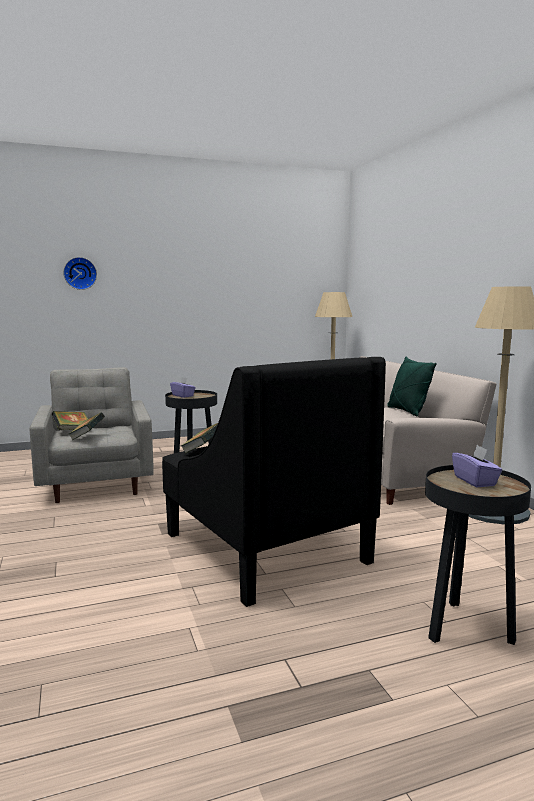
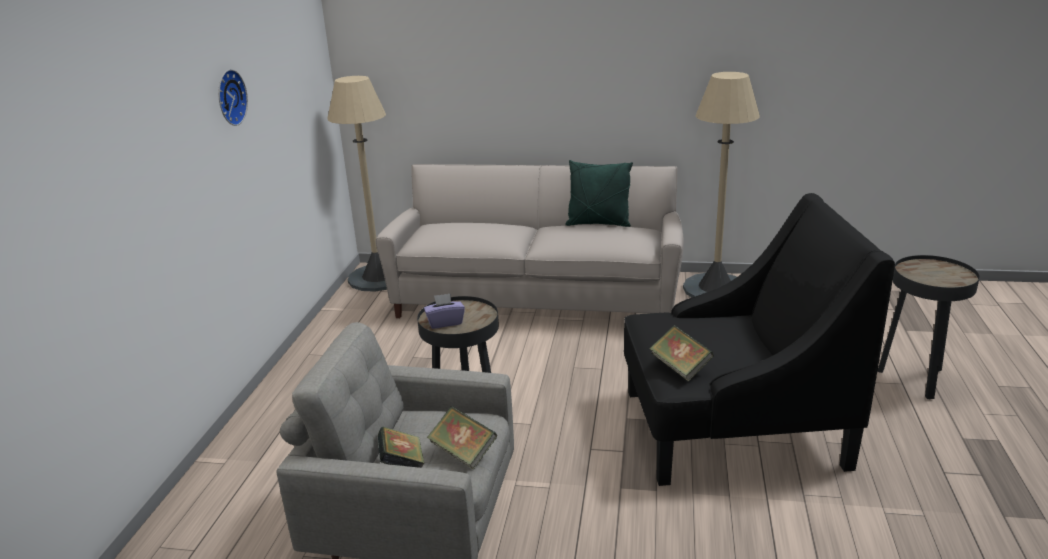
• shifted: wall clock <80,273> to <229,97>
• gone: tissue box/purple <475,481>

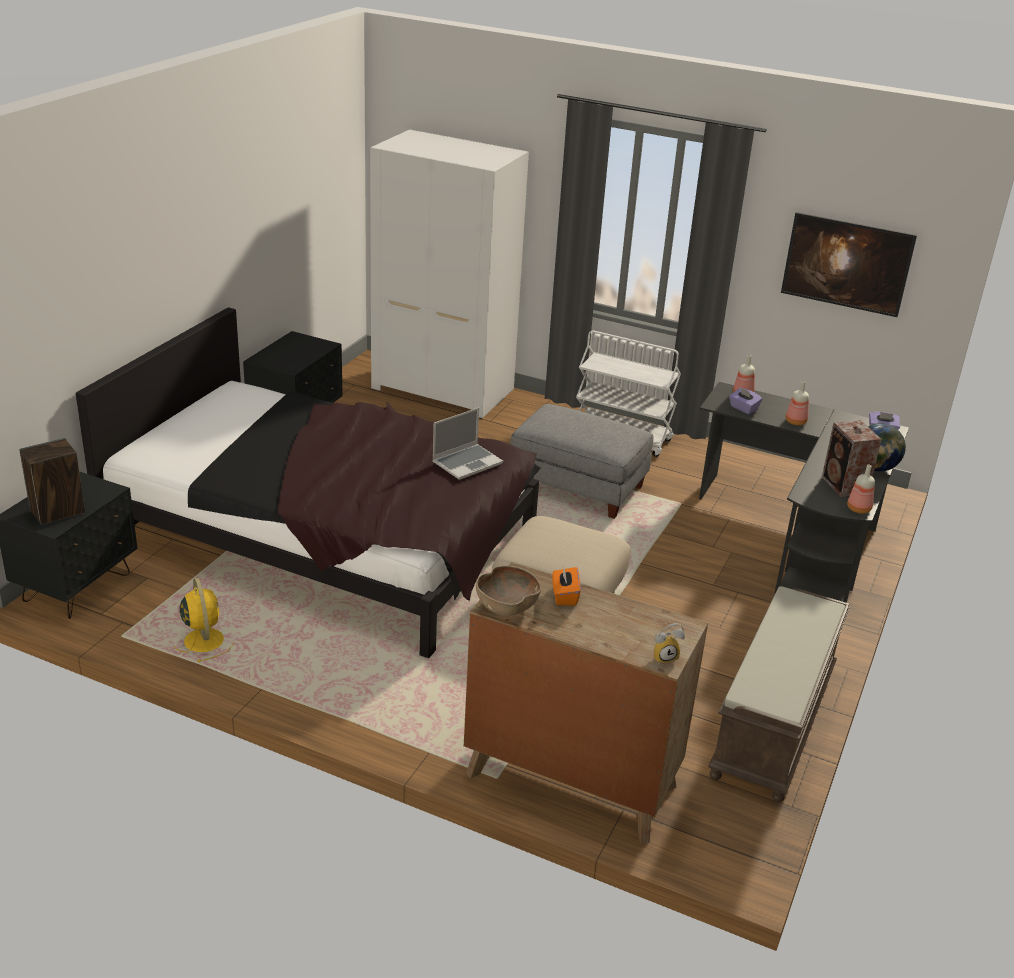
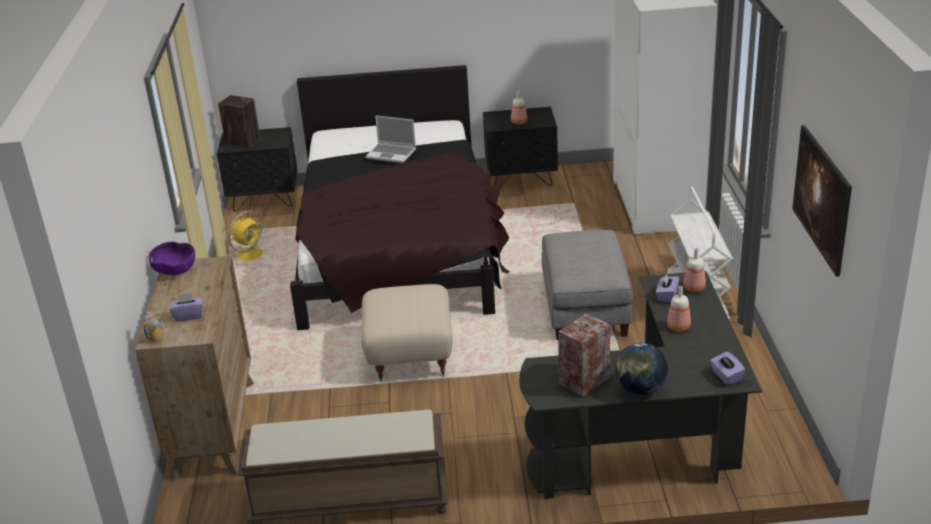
• repainted: bowl/brown <506,607> to bowl/purple <175,270>
• new: tissue box/purple <188,316>
• shifted: laptop <467,462> to <392,154>
• shifted: bottle <859,509> to <518,122>
• gone: tissue box/orange <564,596>

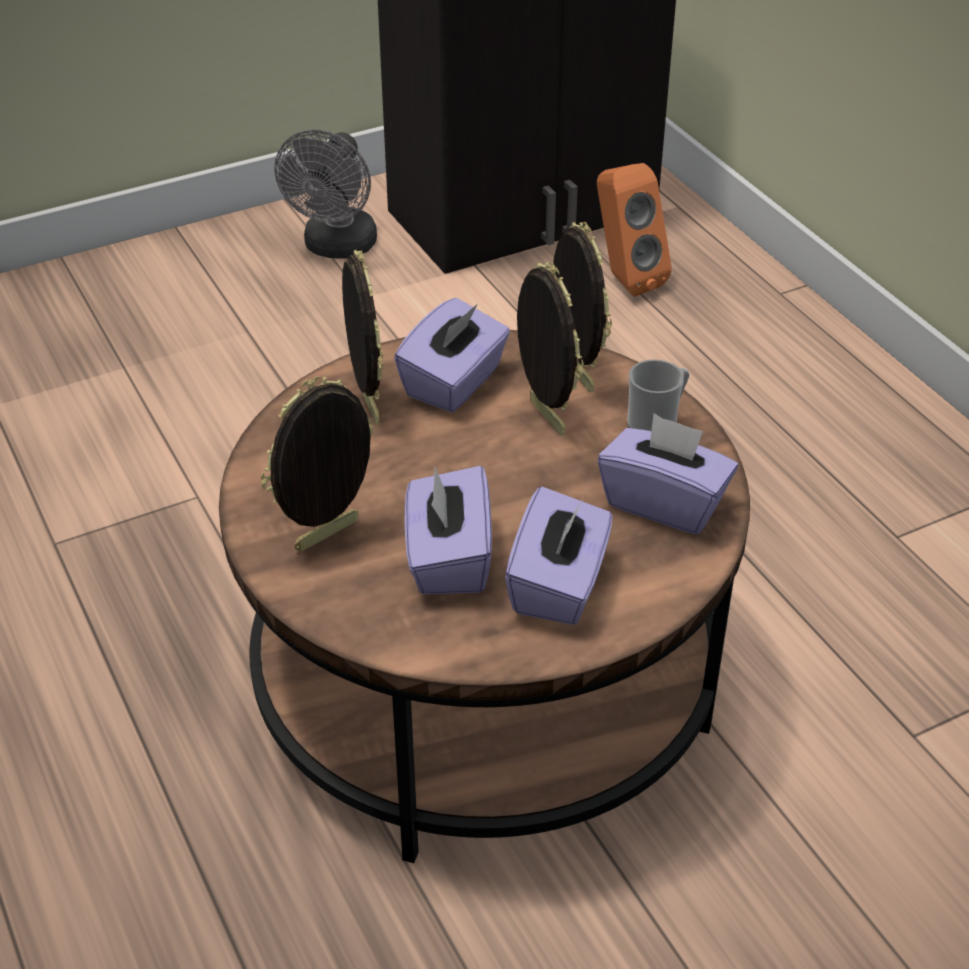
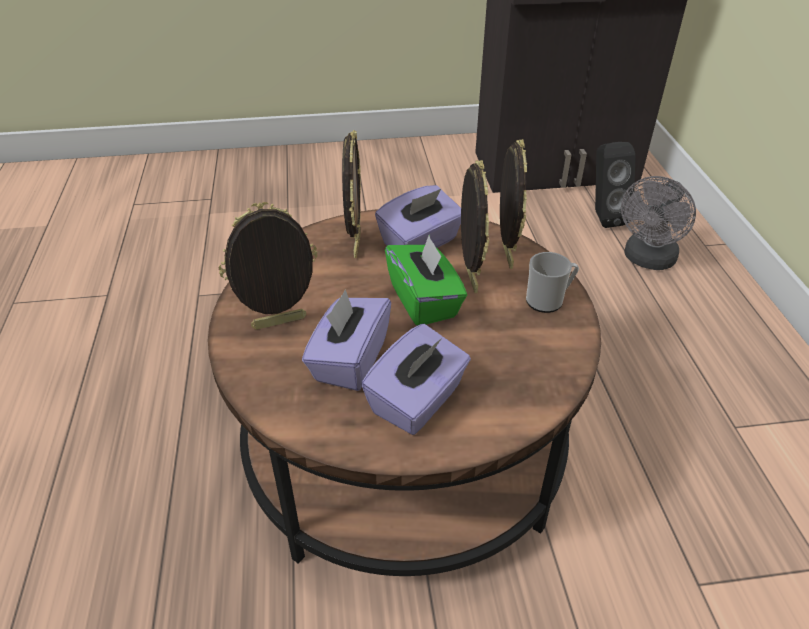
• new: tissue box/green <424,301>
• repainted: speaker/orange <624,279> to speaker/black <603,217>
• shifted: fan/grey <337,248> to <647,260>
• gone: tissue box/purple <664,503>

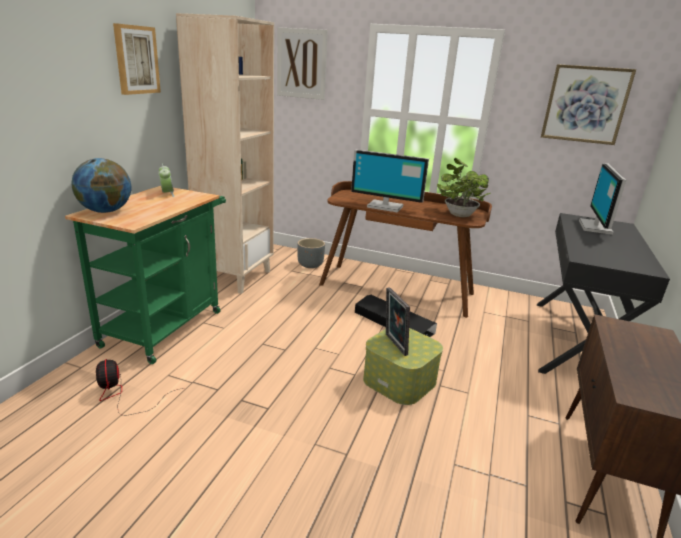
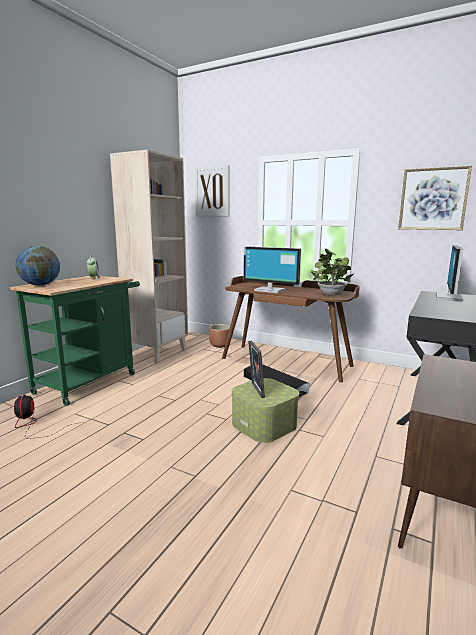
• repainted: planter/grey <310,265> to planter/brown <220,345>
• gone: picture <136,60>

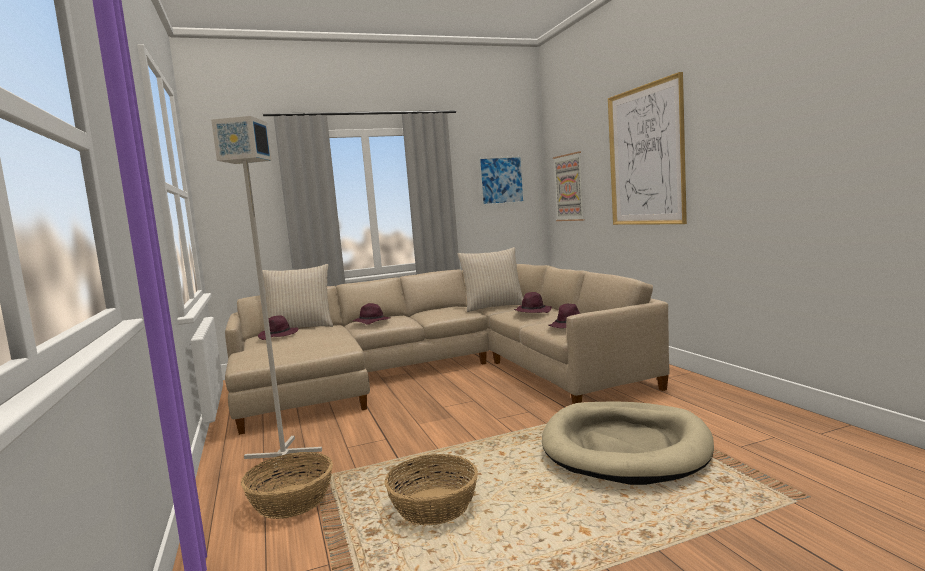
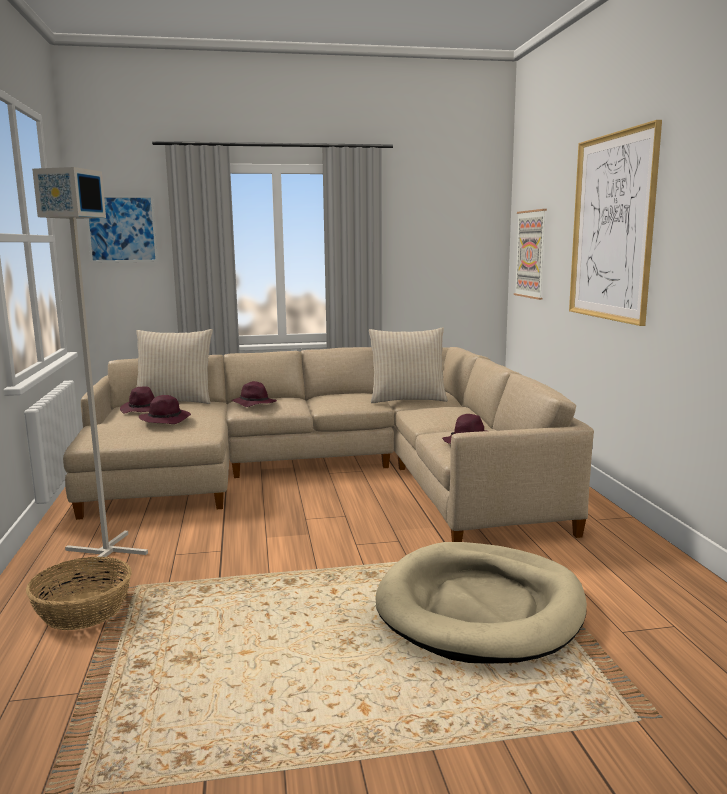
• shifted: picture <501,180> to <121,229>
• shifted: hat/purple <532,311> to <166,419>
• gone: basket <434,506>

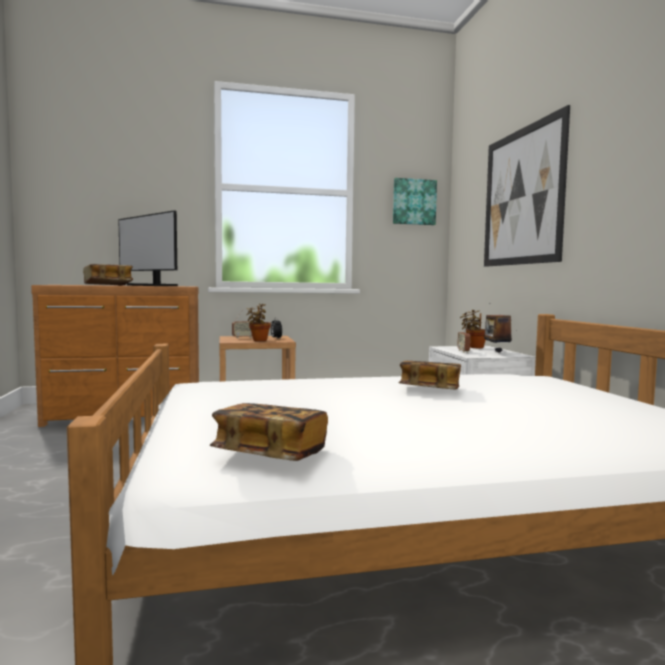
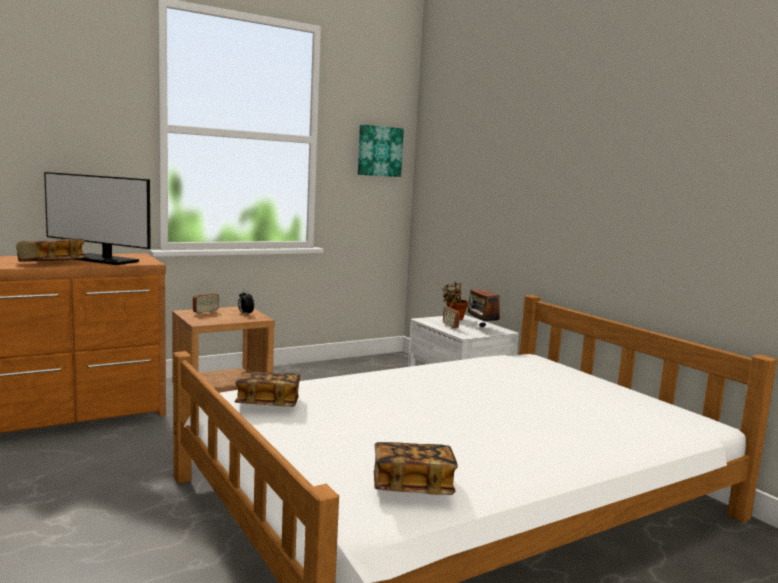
• shifted: book <429,390> to <268,404>
• gone: potted plant <259,340>
• gone: picture <522,197>

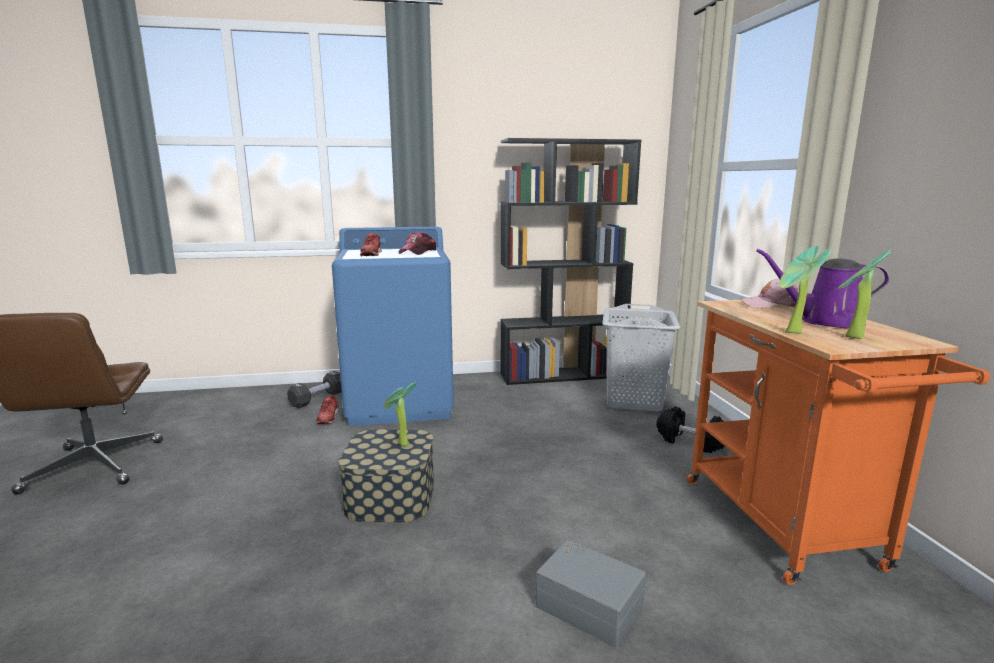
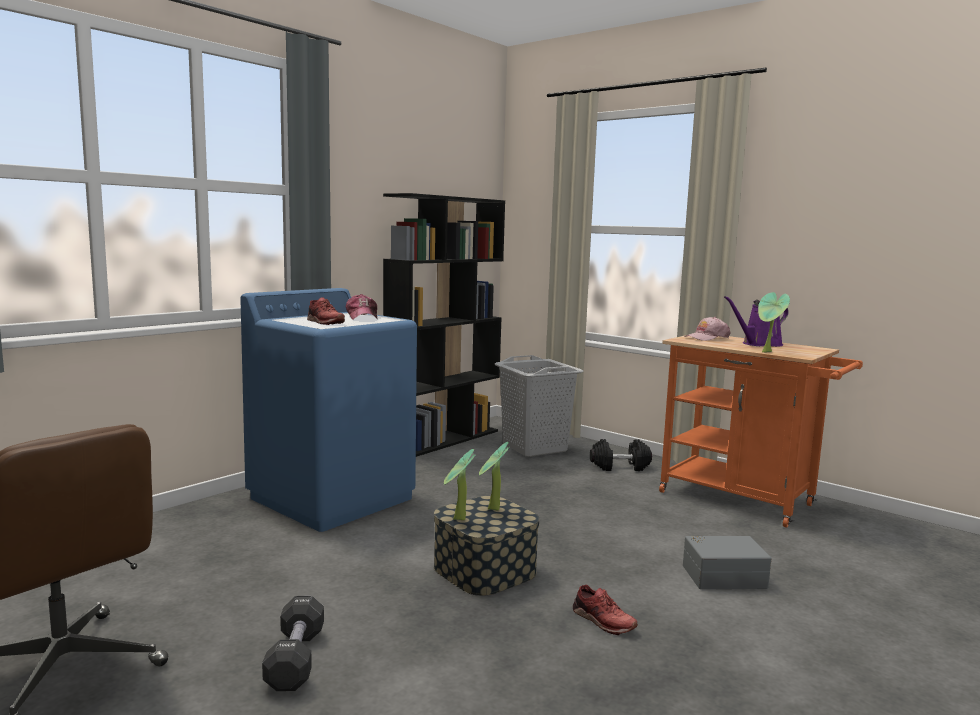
• shifted: dumbbell/black <318,399> to <295,659>
• shifted: potted plant <851,338> to <458,520>
• shifted: shoe/red <328,417> to <602,621>

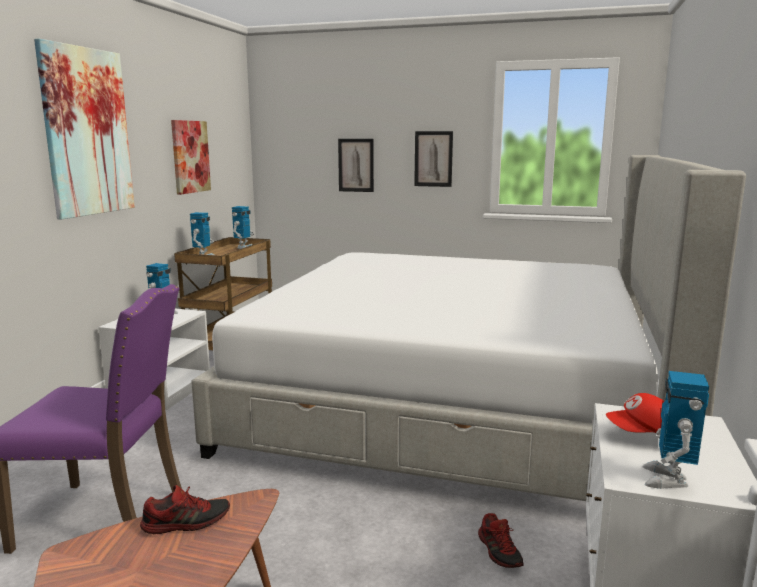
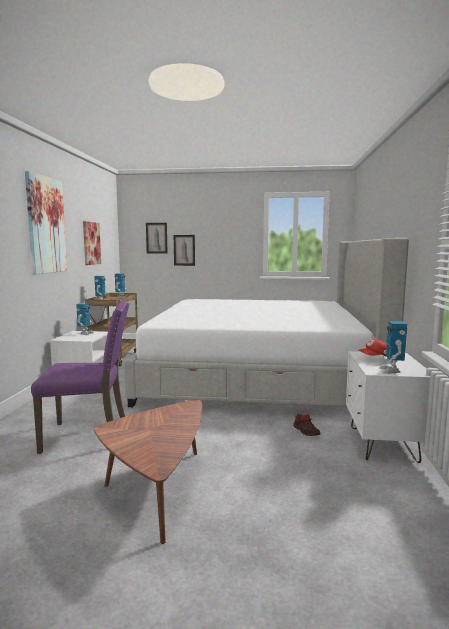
• shifted: picture <433,159> to <156,238>
• gone: shoe <186,522>

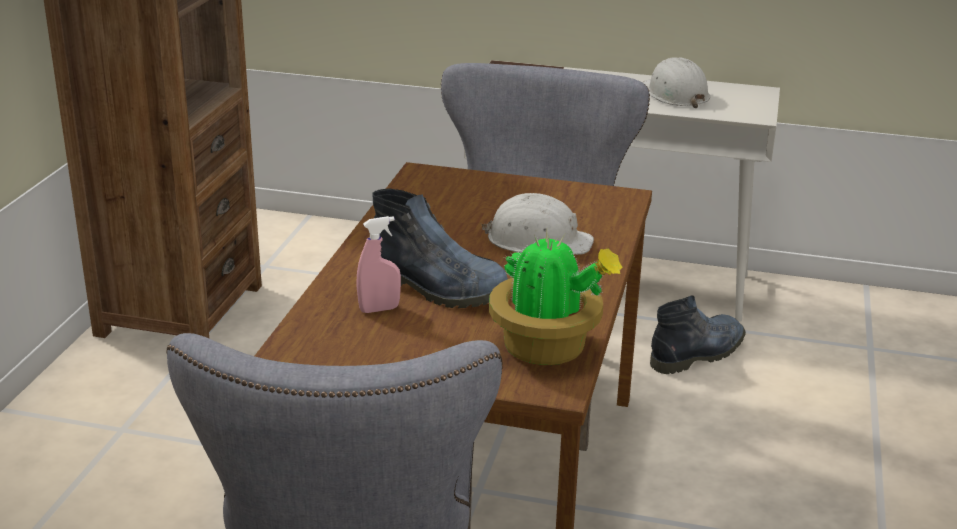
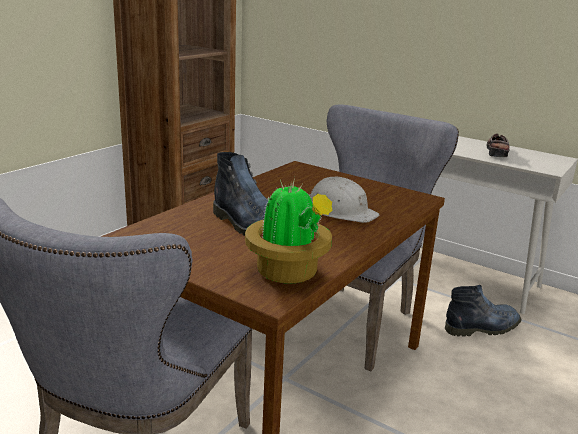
• swapped: hard hat/white <675,94> to shoe <498,152>
• gone: spray bottle/pink <379,309>

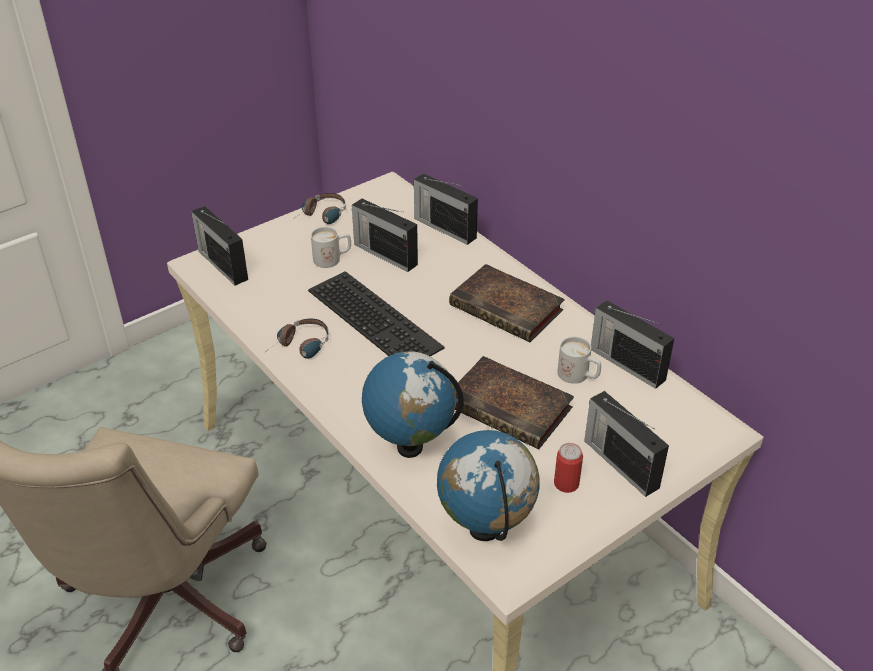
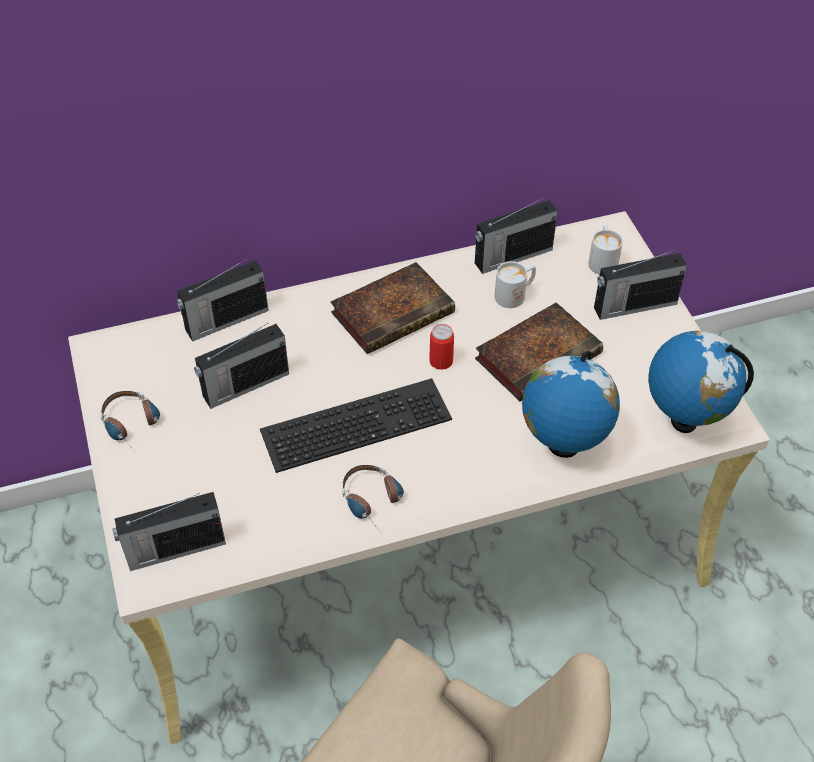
• shifted: can <566,484> to <441,361>
• shifted: mug/white <332,259> to <602,260>

